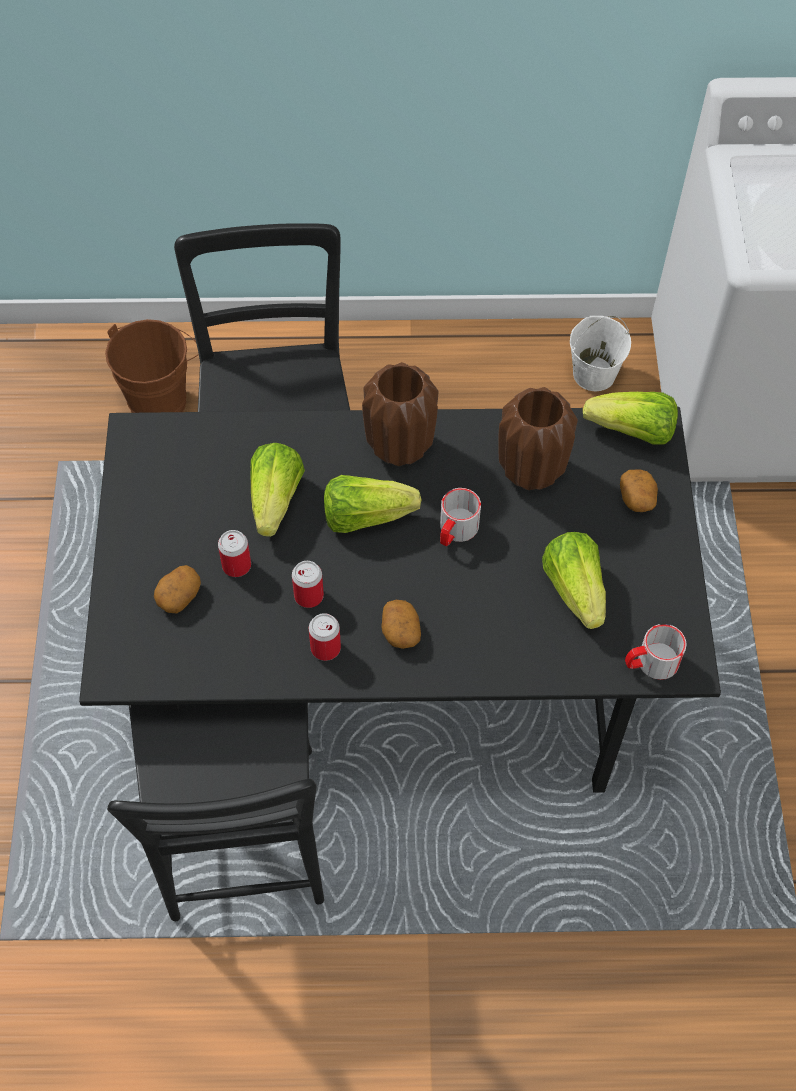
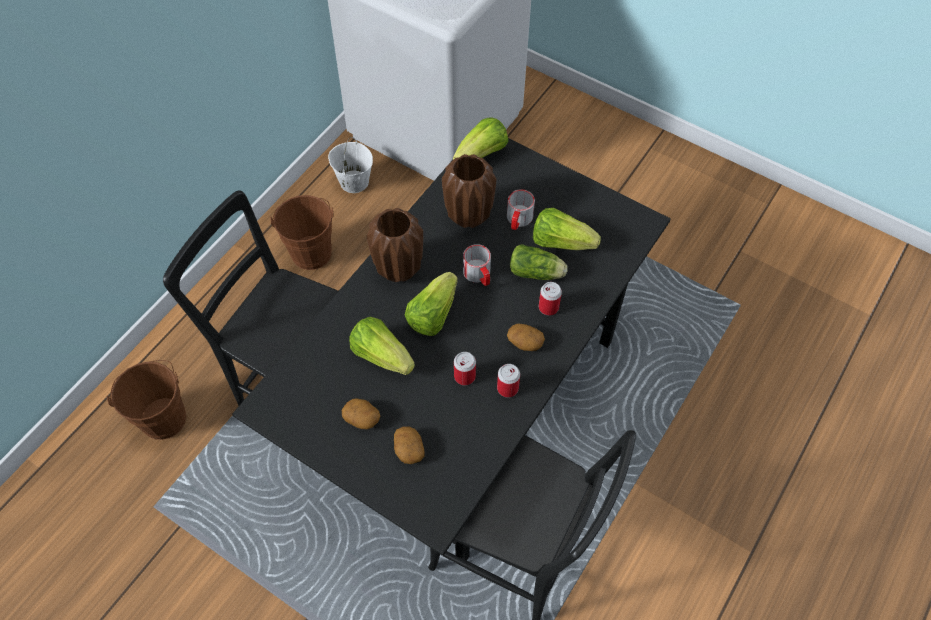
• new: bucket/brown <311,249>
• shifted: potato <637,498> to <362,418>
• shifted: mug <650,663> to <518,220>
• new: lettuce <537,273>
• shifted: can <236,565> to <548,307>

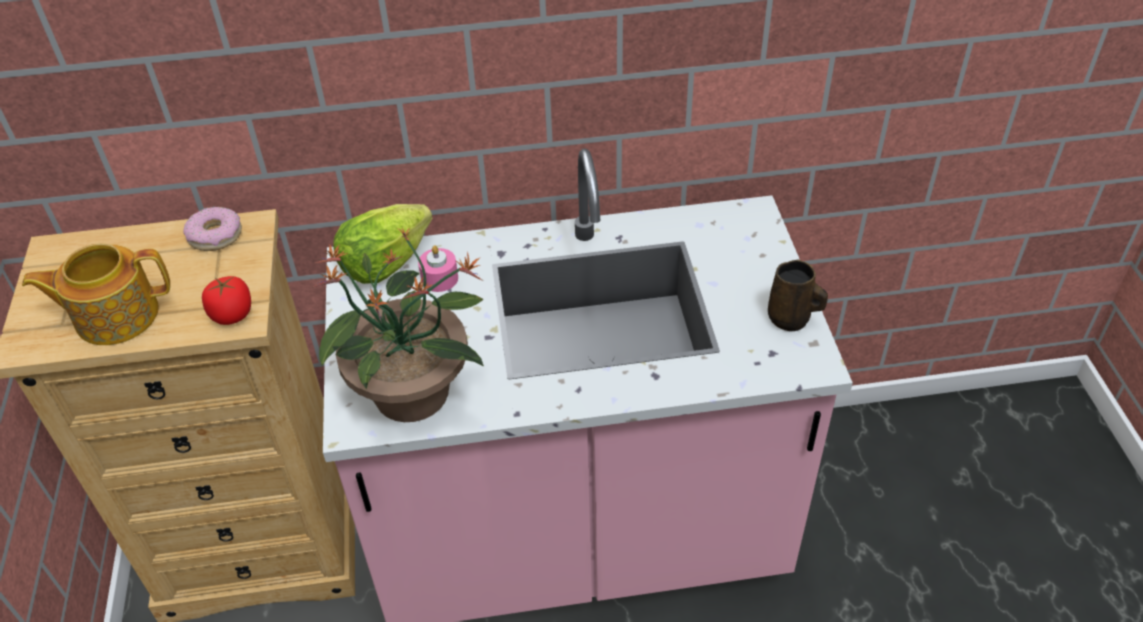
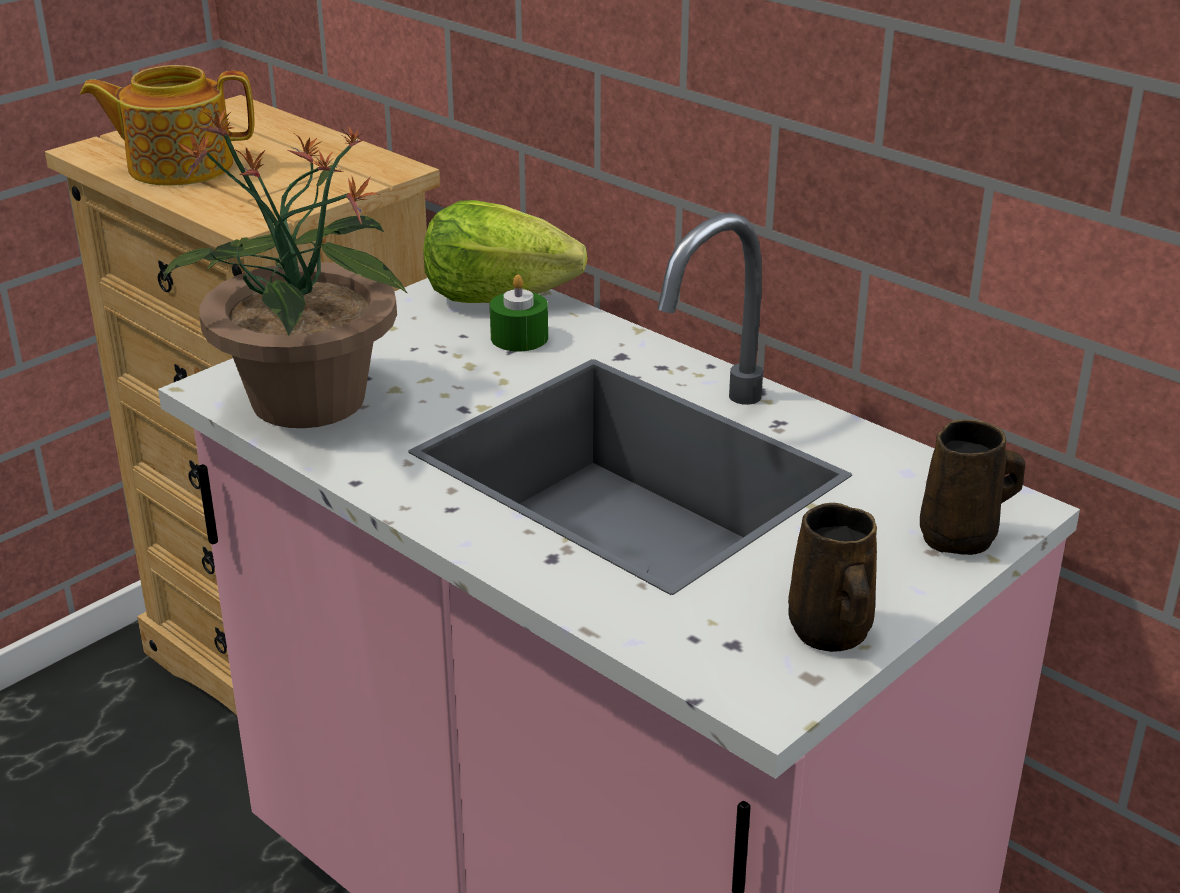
• rotated: teapot <115,315> = <178,166> 45 degrees counterclockwise
• repainted: candle/pink <439,278> to candle/green <519,338>
• new: mug/brown <961,538>
• gone: donut <215,236>
• gone: tomato <232,314>

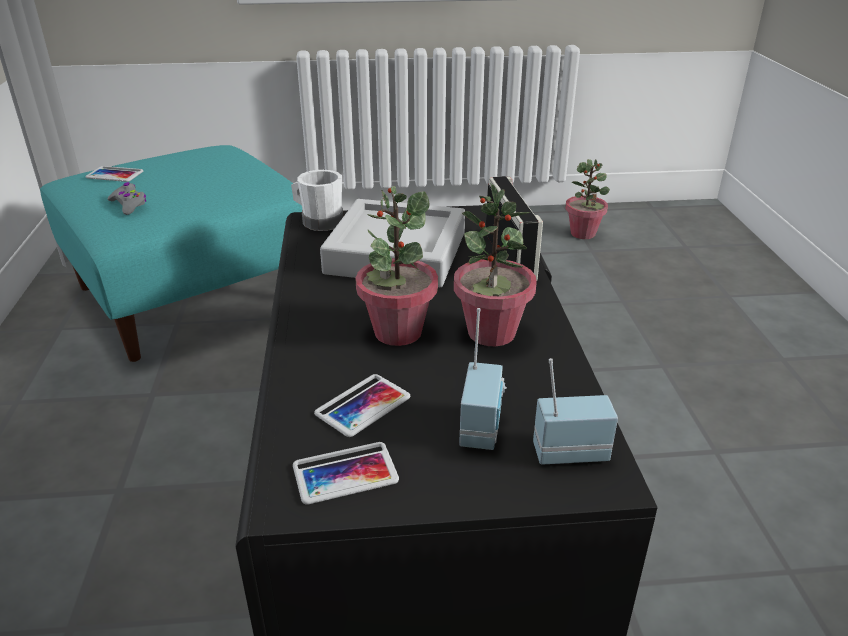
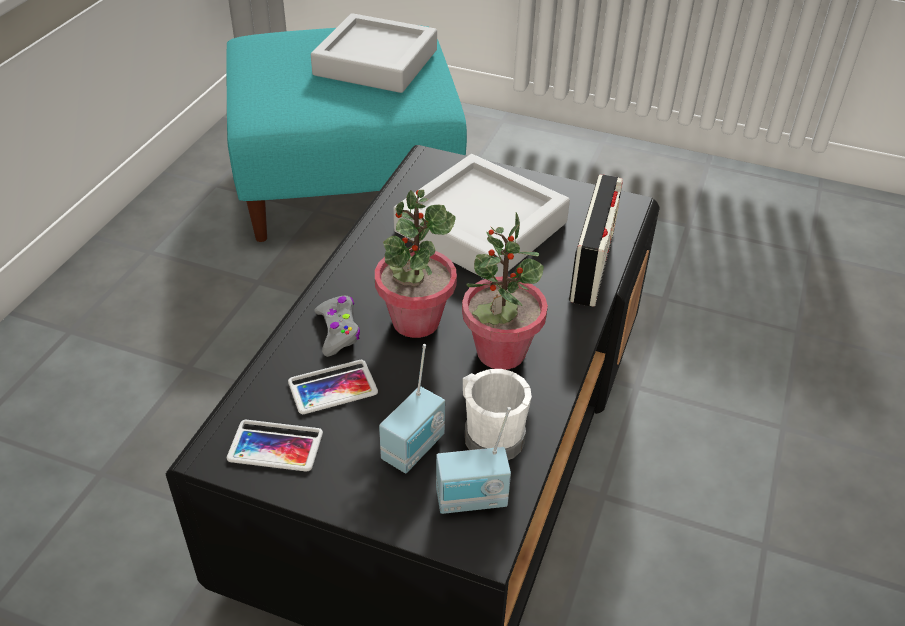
• new: tray/grey <376,62>
• shifted: game controller/grey <129,204> to <338,331>
• rotated: radio <569,451> = <472,501> 150 degrees clockwise
• shifted: mug/white <319,221> to <489,434>
• gone: phone <115,174>
• gone: potted plant <583,234>

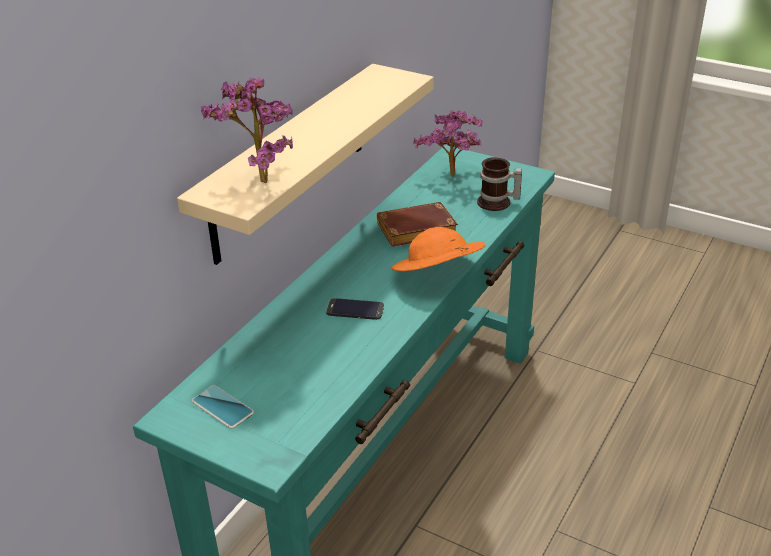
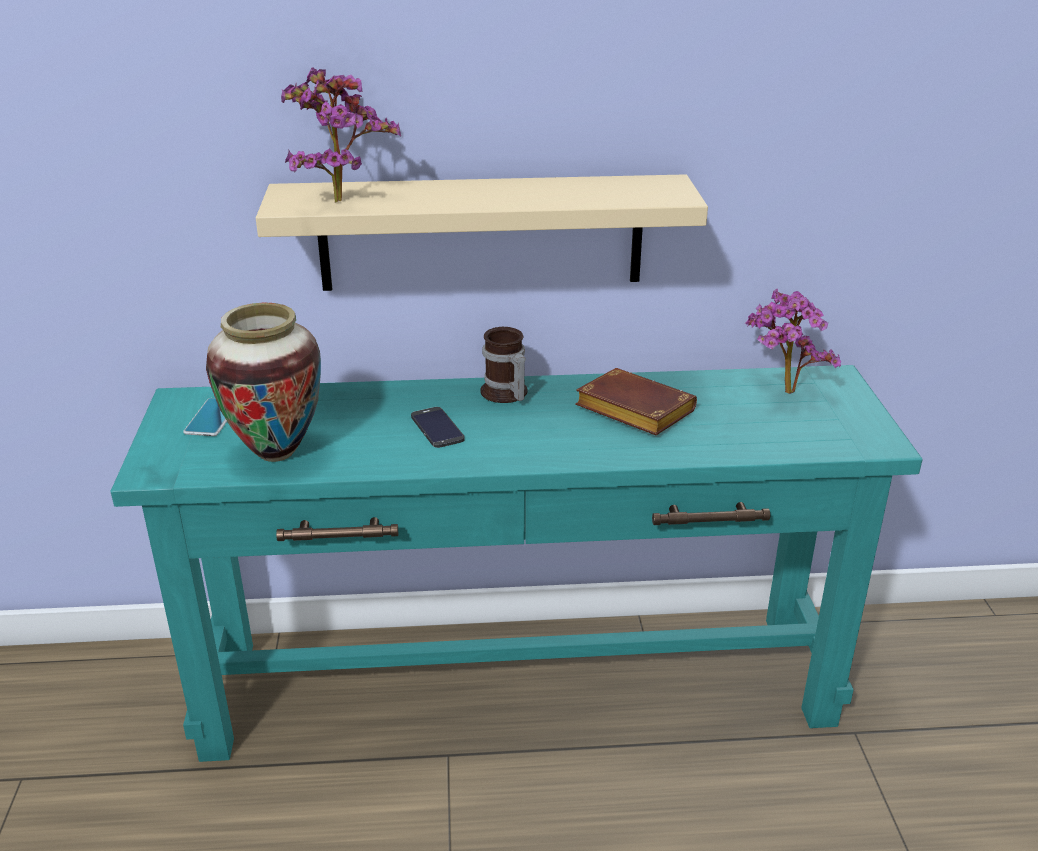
• new: vase <276,453>
• shifted: mug <497,203> to <504,394>
• gone: hat/orange <437,276>

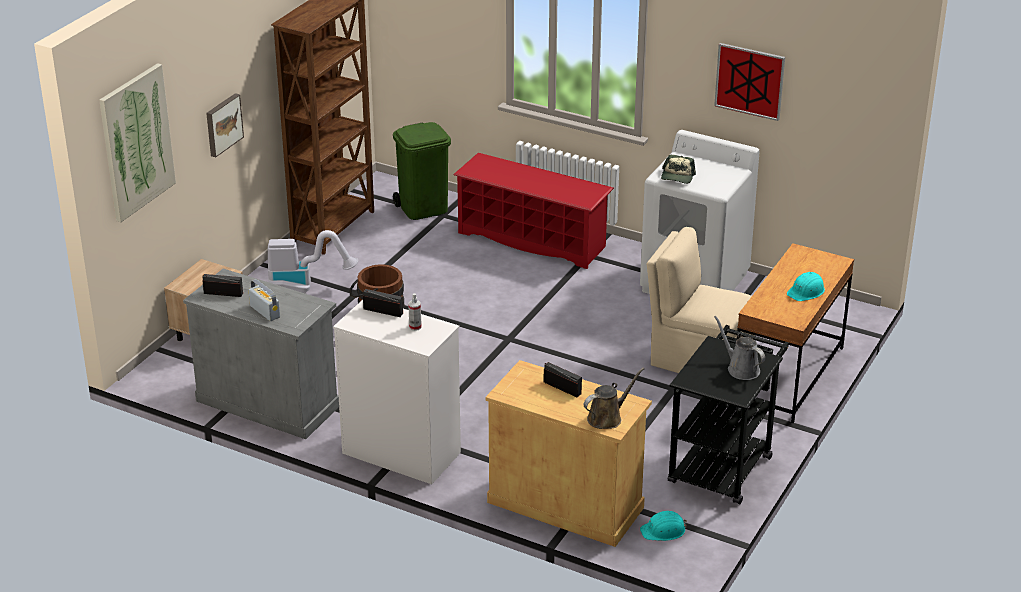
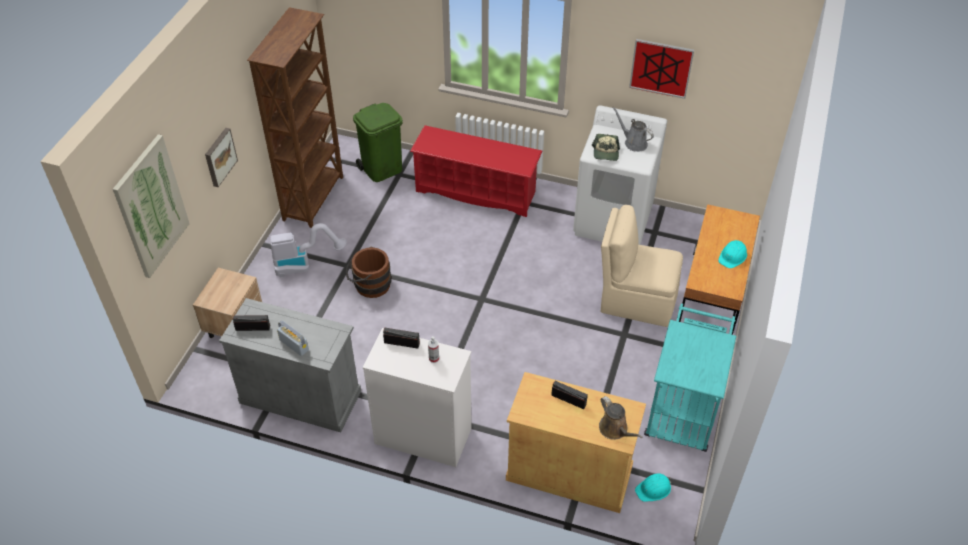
• rotated: watering can/brown <607,418> = <615,429> 105 degrees clockwise
• shifted: watering can/grey <741,369> to <633,143>
• repainted: cart/black <723,463> to cart/turquoise <682,409>

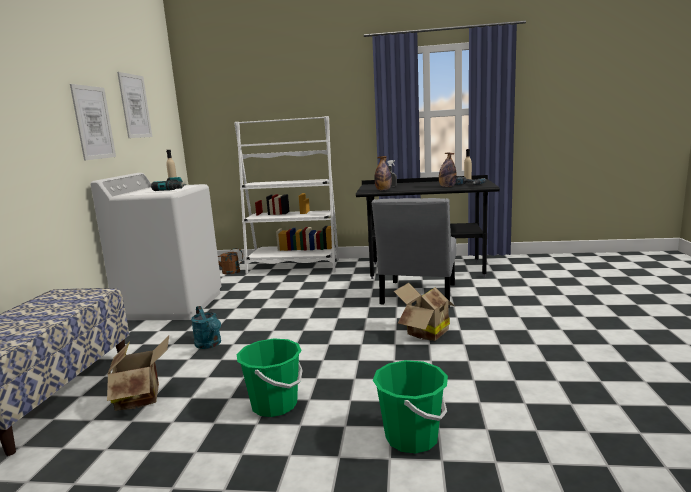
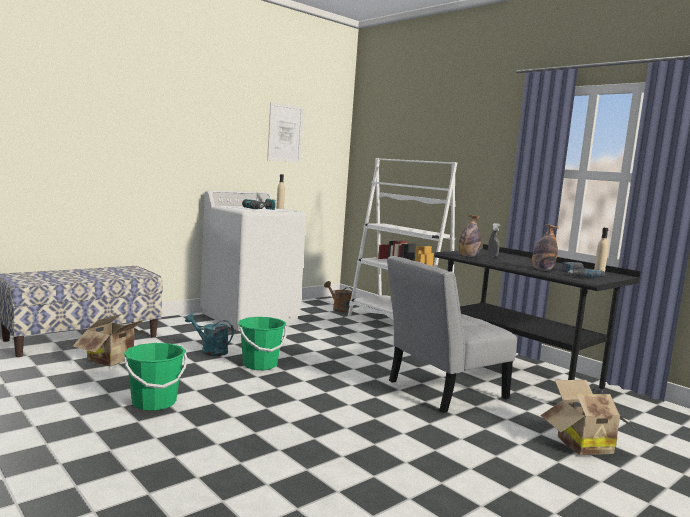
• rotated: watering can/turquoise <210,345> = <210,351> 105 degrees clockwise
• shifted: bucket/green <412,437> to <260,365>
• shifted: cardboard box <424,333> to <580,444>
• gone: picture <93,122>

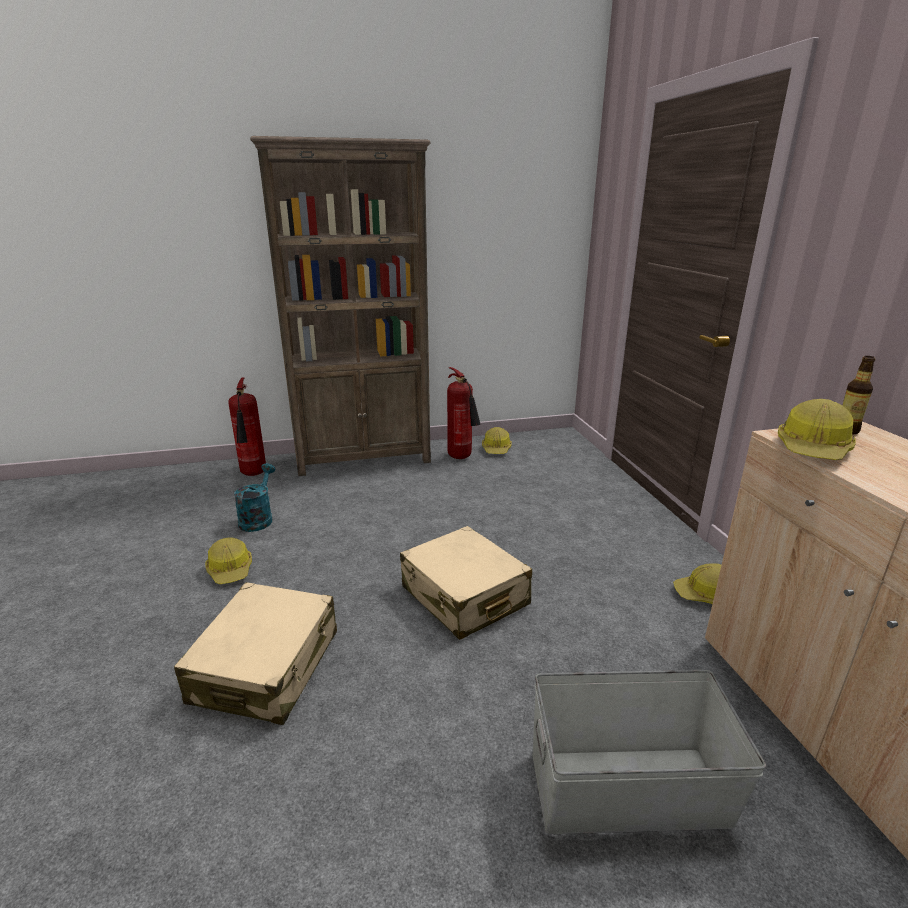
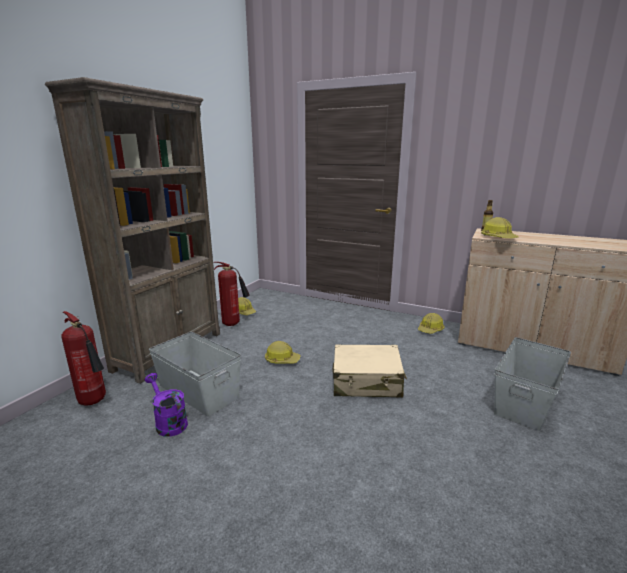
• repainted: watering can/turquoise <258,518> to watering can/purple <168,422>
• new: storage box/grey <198,390>
• shifted: hard hat <230,570> to <282,360>
• gone: suitcase/beige <267,667>

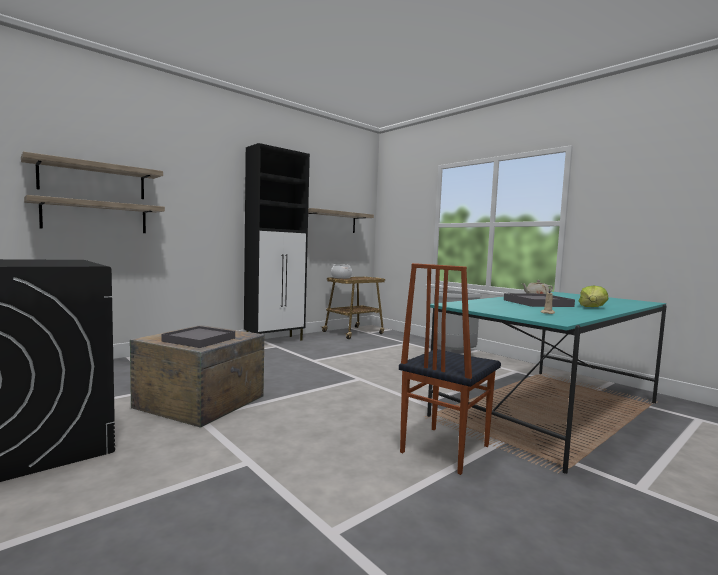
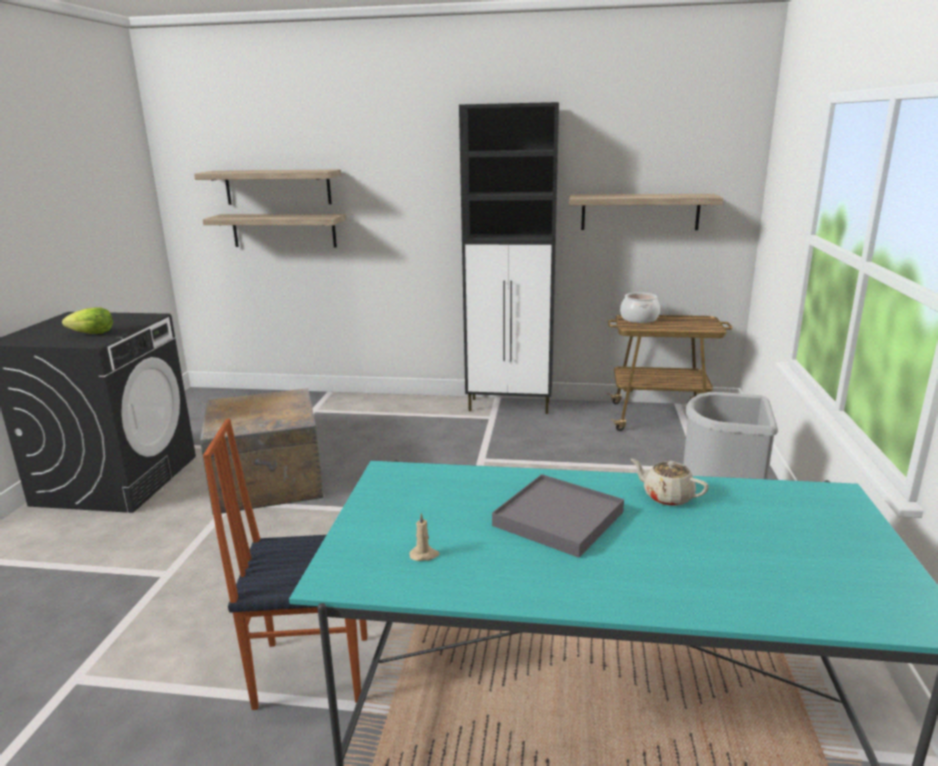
• shifted: lettuce <592,307> to <92,333>
• gone: tray/grey <199,340>

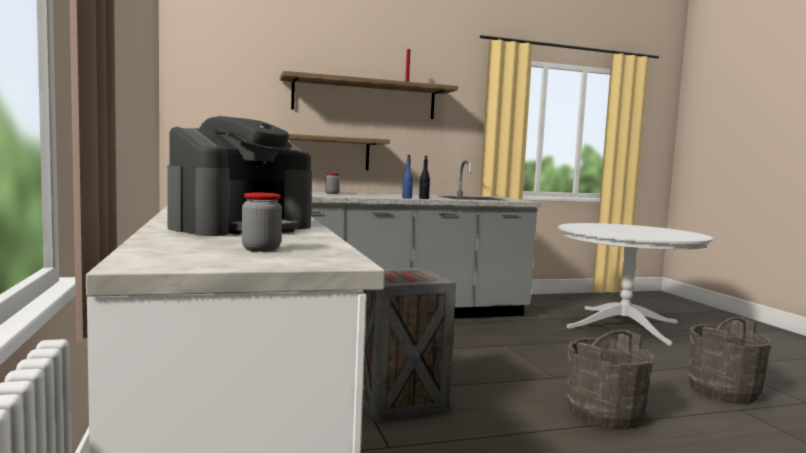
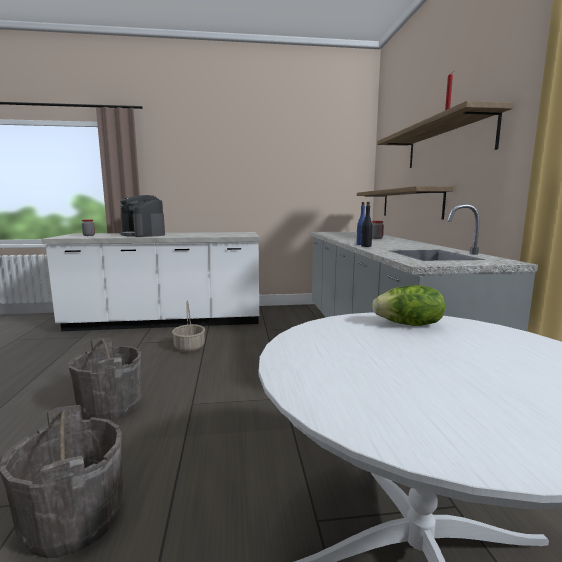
• swapped: crate <398,399> to basket <189,347>
• new: lettuce <409,325>

